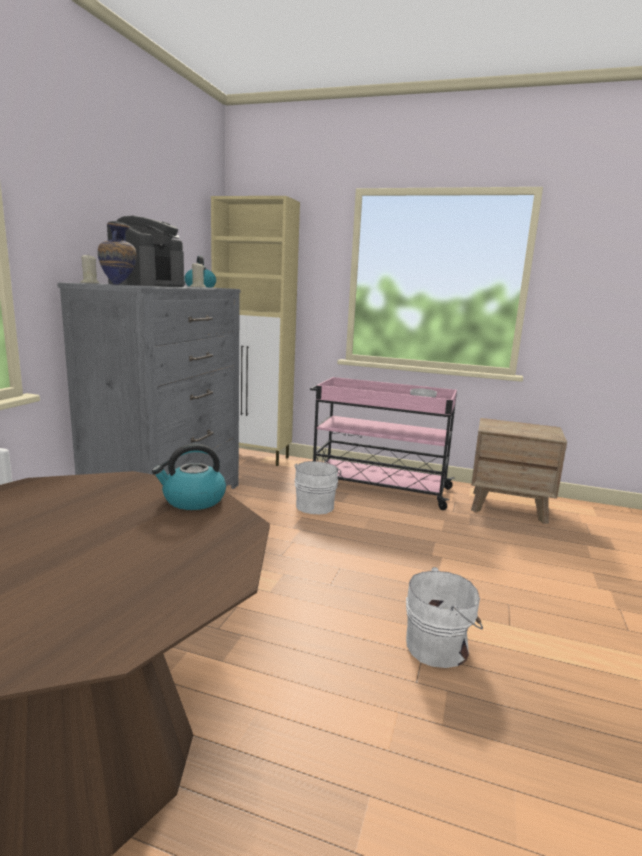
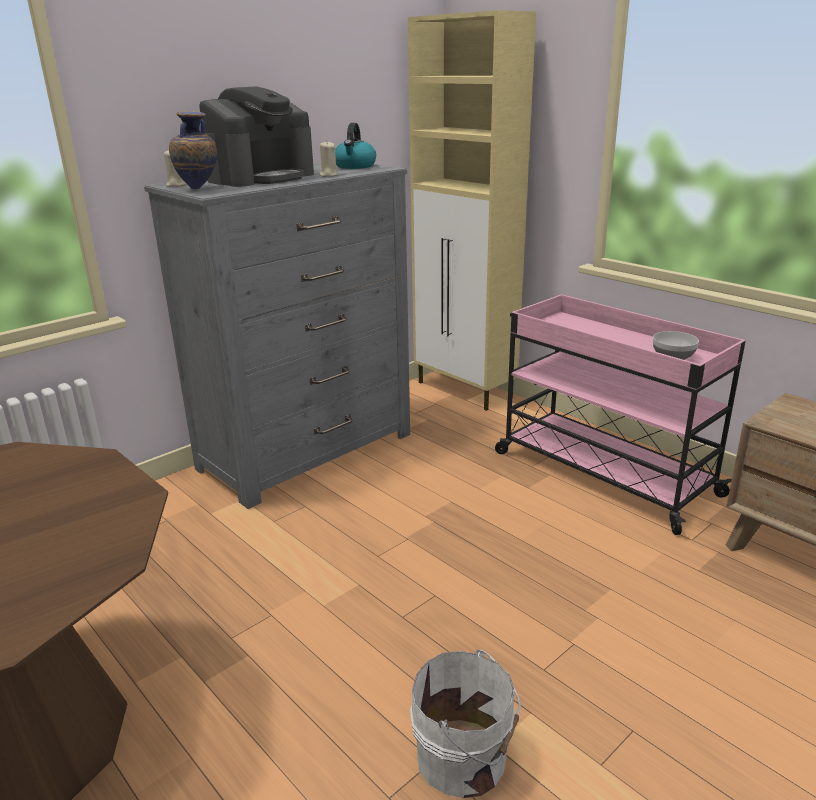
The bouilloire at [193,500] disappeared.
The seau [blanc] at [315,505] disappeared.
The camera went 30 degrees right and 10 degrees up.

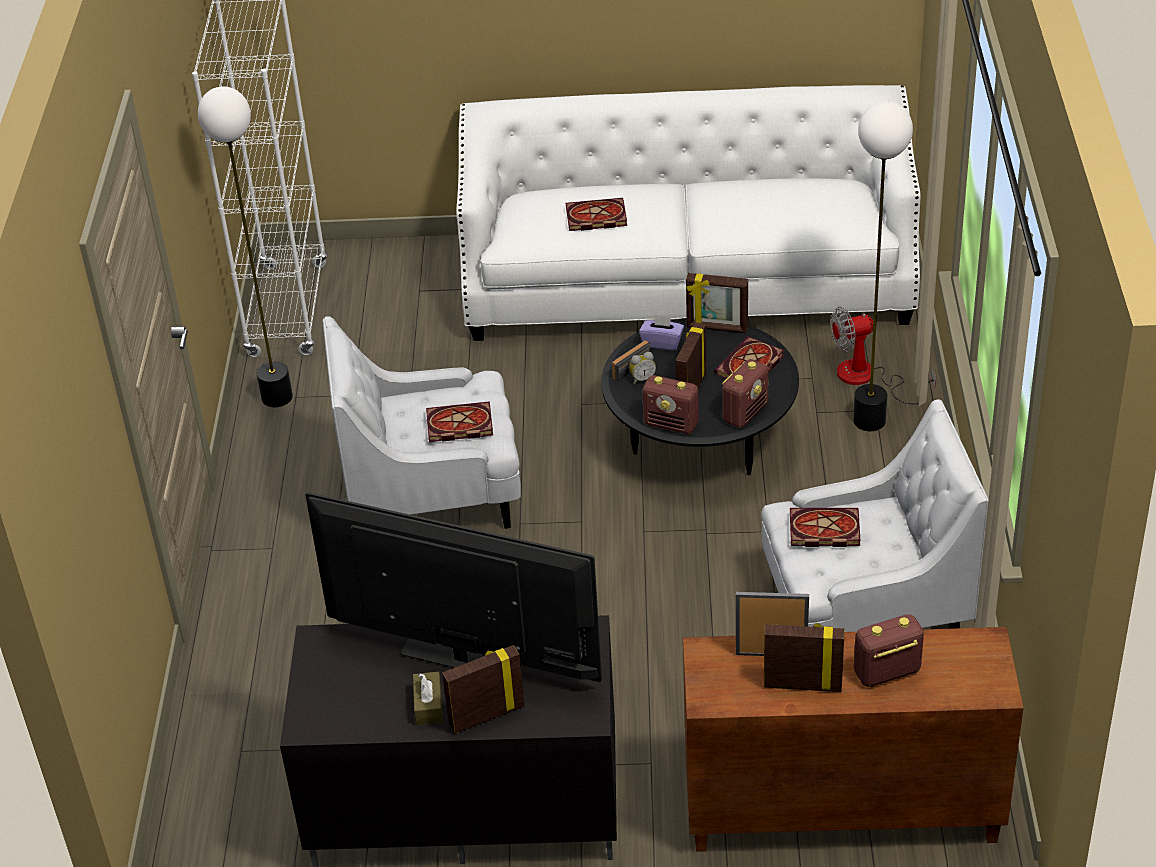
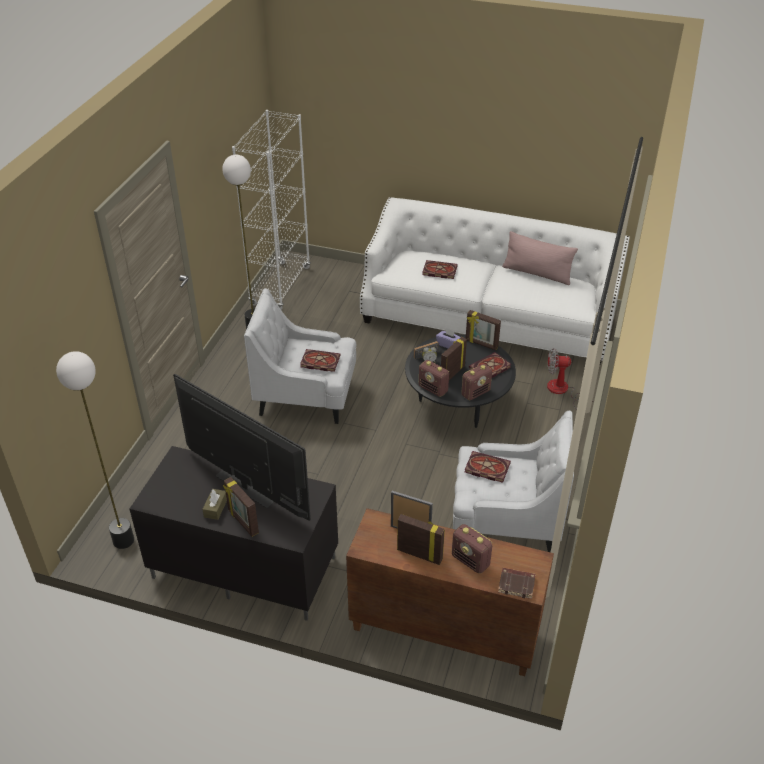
The lampadaire moved from [868,420] to [123,540].
The cadre photo at [486,715] turned 120 degrees counterclockwise.
The radio at [886,673] turned 135 degrees counterclockwise.
The livre [marron] at [517,584] appeared.
The coussin [rose] at [537,273] appeared.
The camera went 15 degrees right and 0 degrees up.

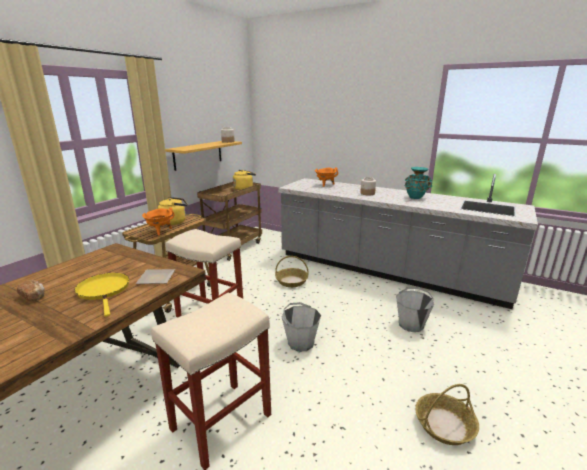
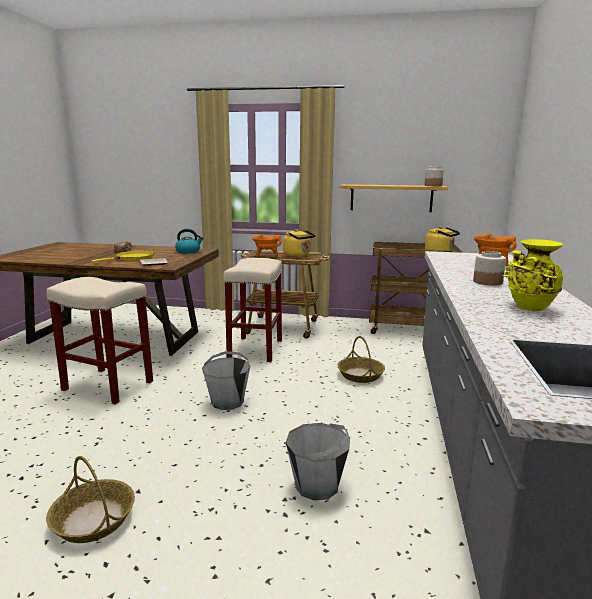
The bouilloire at [188,251] appeared.
The vase [turquoise] at [415,198] became the vase [jaune] at [529,308].
The camera went 70 degrees right and 5 degrees down.

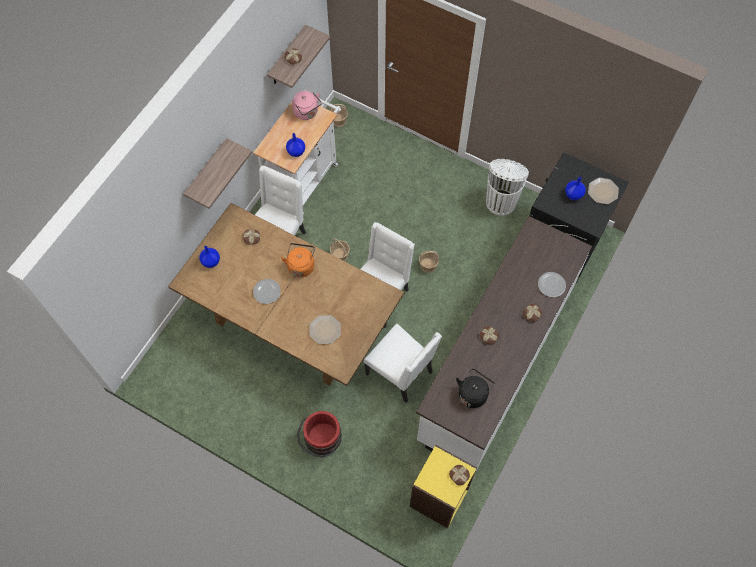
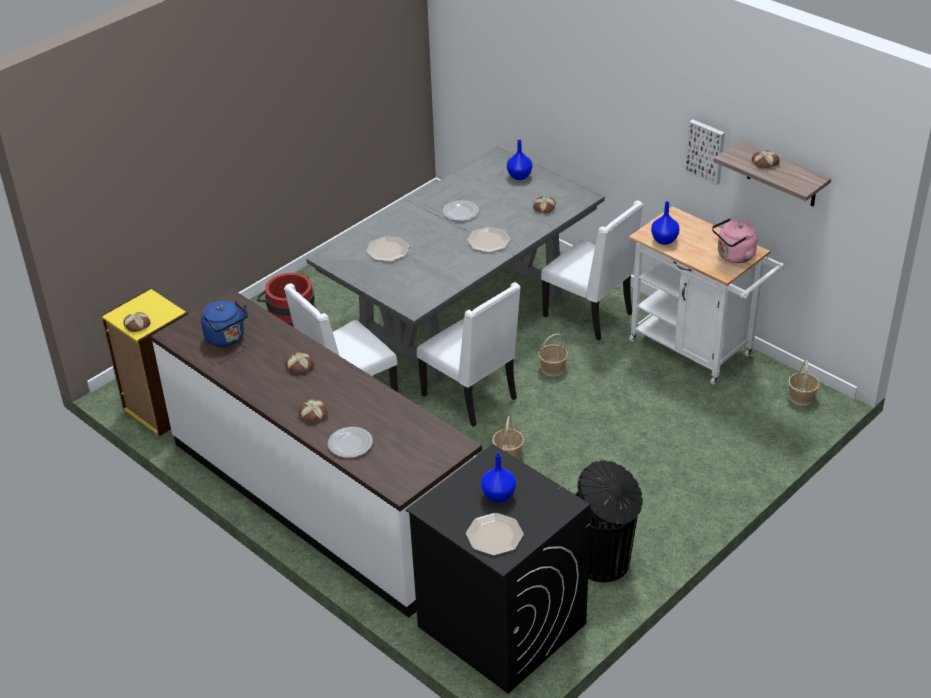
The bouilloire [noir] at [473,393] became the bouilloire [bleu] at [227,338].
The table à manger [marron] at [294,323] became the table à manger [gris] at [461,316].
The bouilloire [orange] at [301,265] was replaced by the assiette at [488,241].
The poubelle [blanc] at [501,201] became the poubelle [noir] at [604,563].
The tableau at [706,151] appeared.
The étagère at [207,172] disappeared.
The camera went 105 degrees right and 25 degrees down.

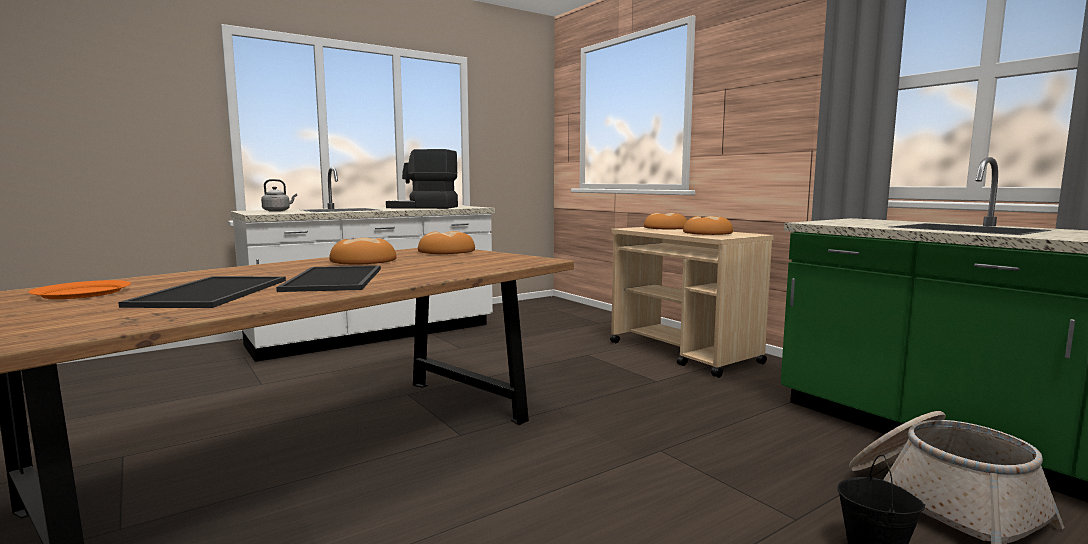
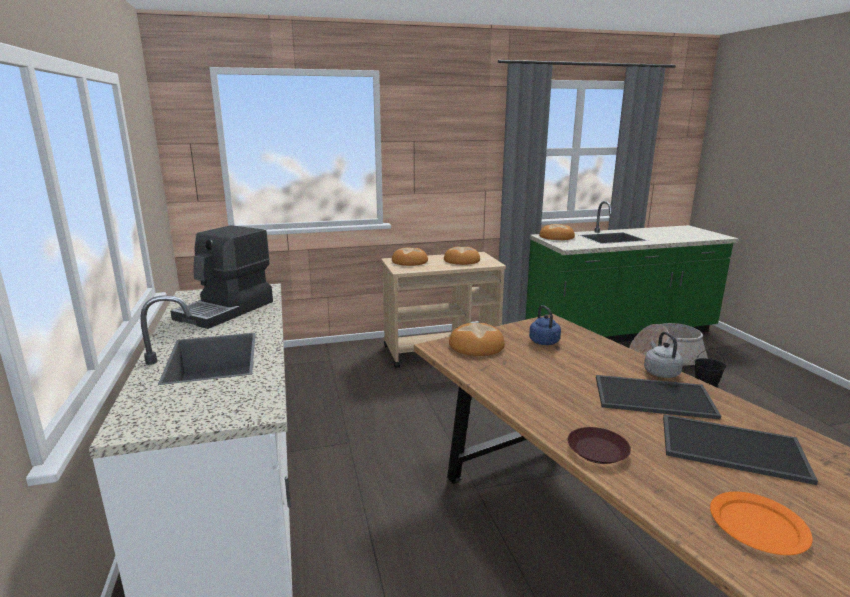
The bouilloire [bleu] at [545,342] appeared.
The pain moved from [364,261] to [557,237].
The assiette [marron] at [597,450] appeared.
The bouilloire [gris] moved from [278,211] to [660,372].
The camera went 70 degrees left and 10 degrees up.

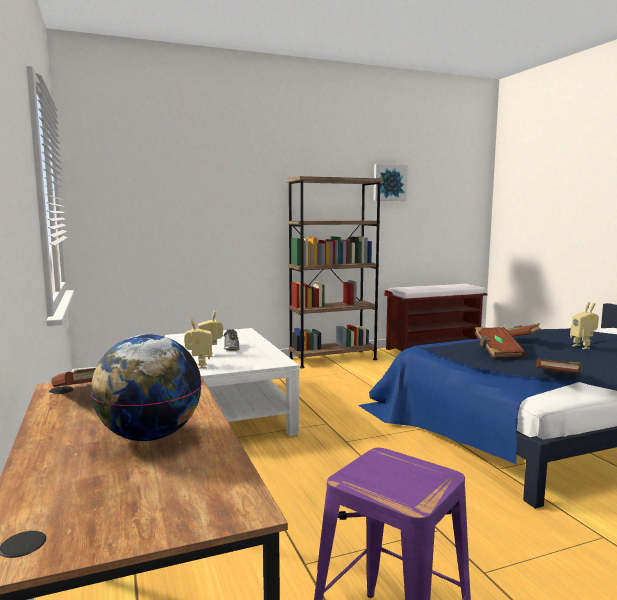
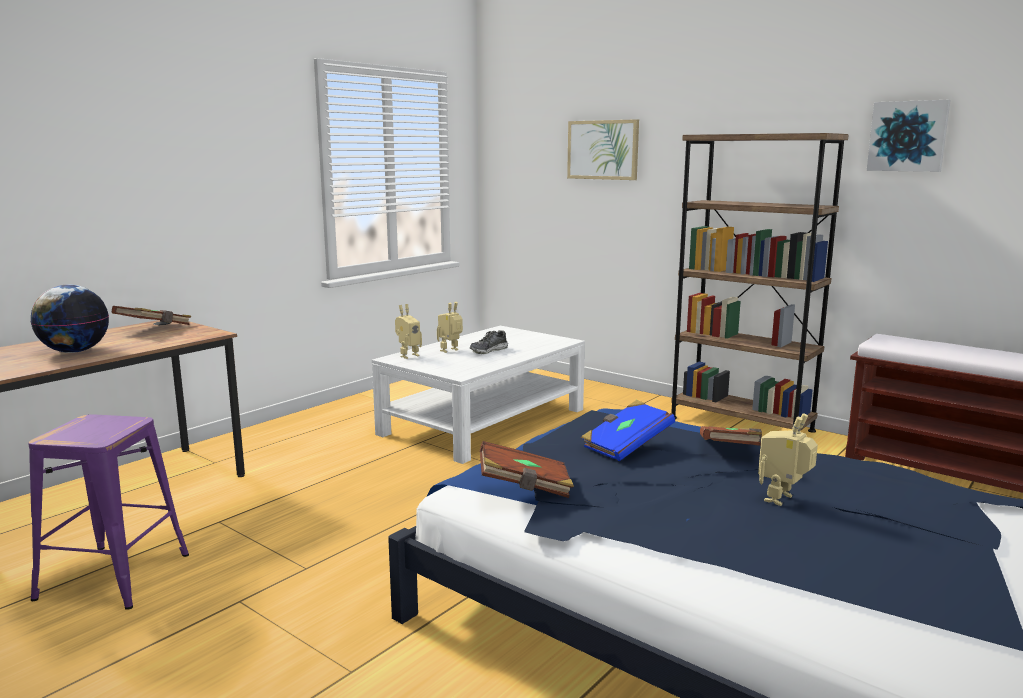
The tableau at [603,150] appeared.
The livre [marron] at [497,352] became the livre [bleu] at [626,446].
The camera went 60 degrees right and 5 degrees up.

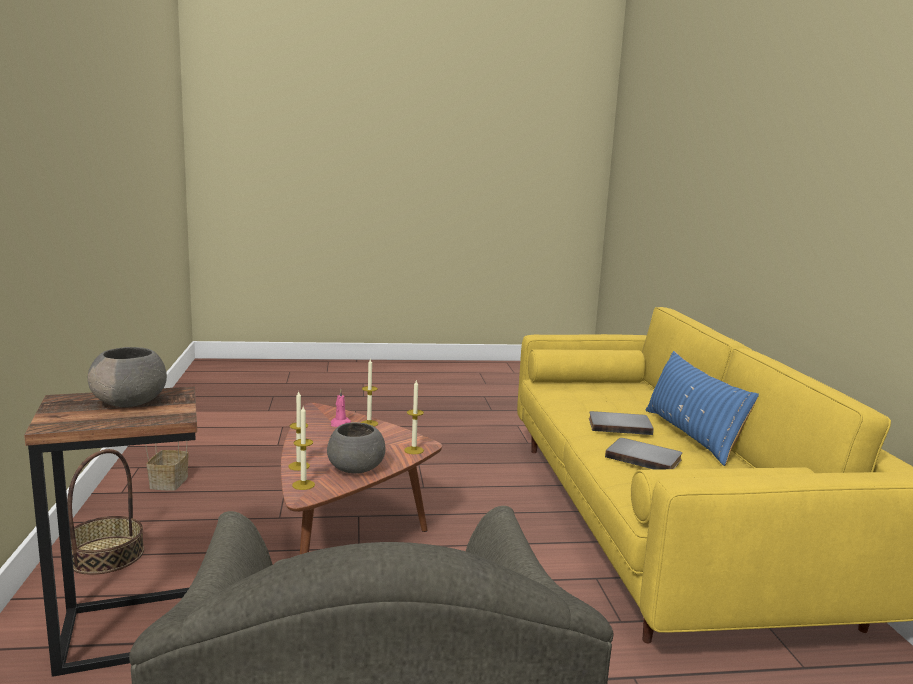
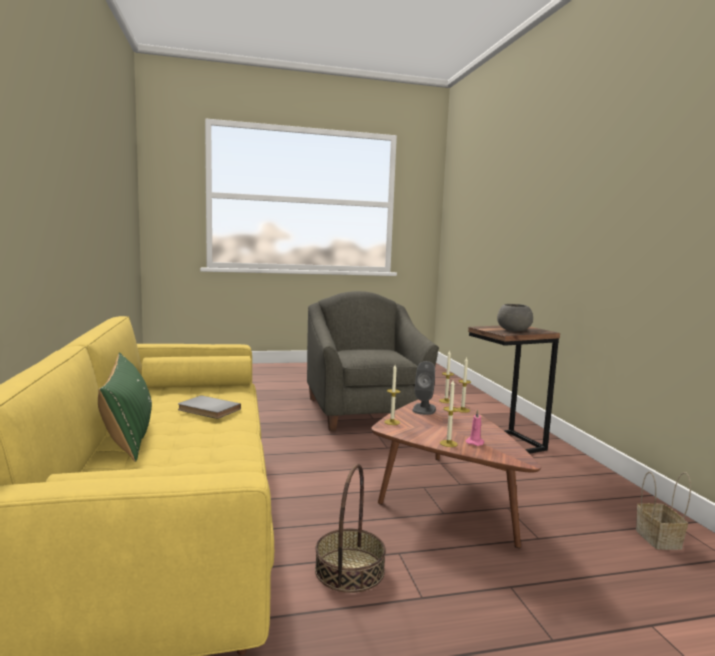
The coussin [bleu] at [691,435] became the coussin [vert] at [129,433].
The panier moved from [105,555] to [350,570].
The bol [gris] at [355,469] was replaced by the enceinte [gris] at [424,409].
The livre [gris] at [619,425] disappeared.
The camera went 175 degrees right and 5 degrees down.

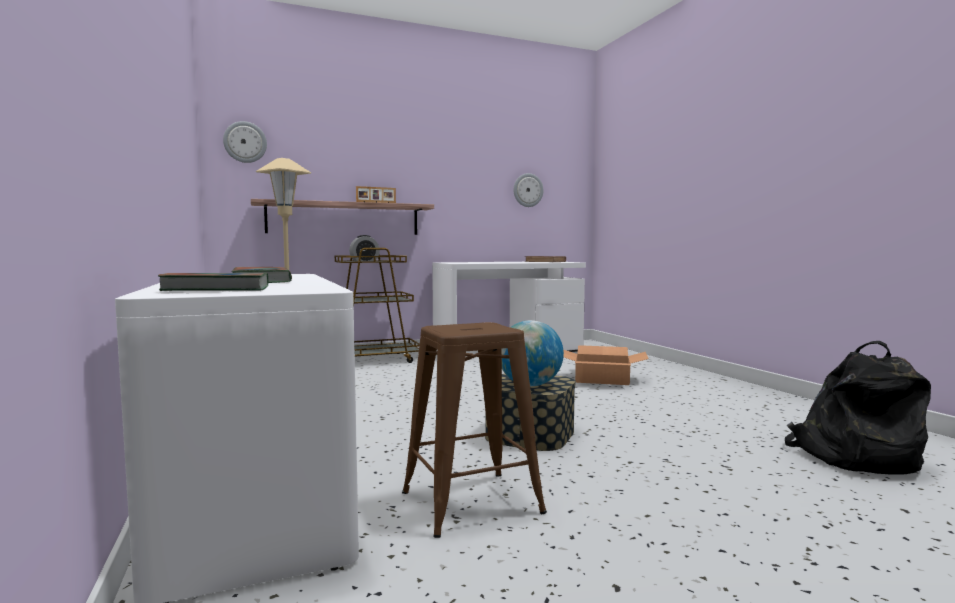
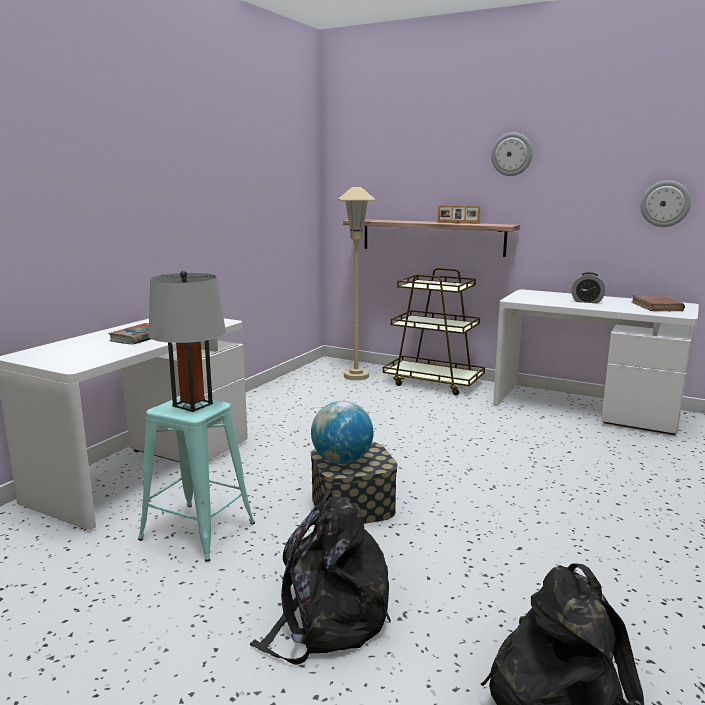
The tabouret [marron] at [471,502] became the tabouret [turquoise] at [197,531].
The lampe de table [gris] at [193,405] appeared.
The sac à dos [noir] at [326,619] appeared.
The horloge murale moved from [245,142] to [512,154].
The réveil moved from [364,261] to [587,301].
The livre at [218,289] disappeared.
The carton at [602,379] disappeared.
The camera went 50 degrees right and 10 degrees up.

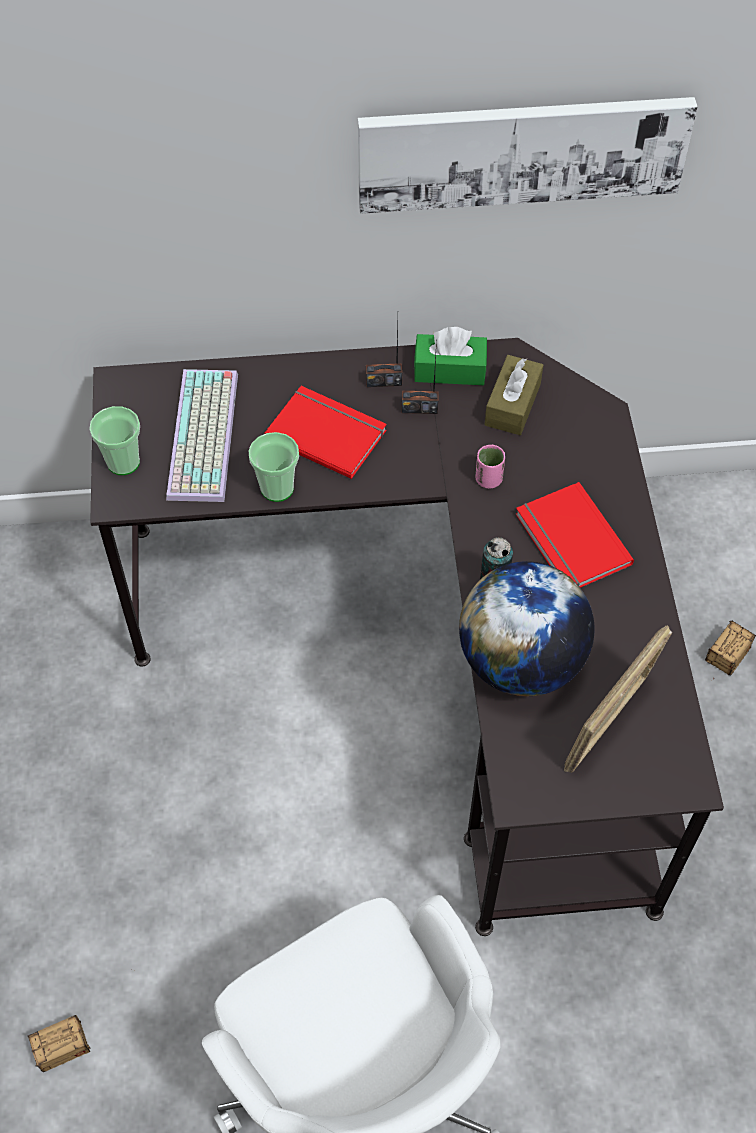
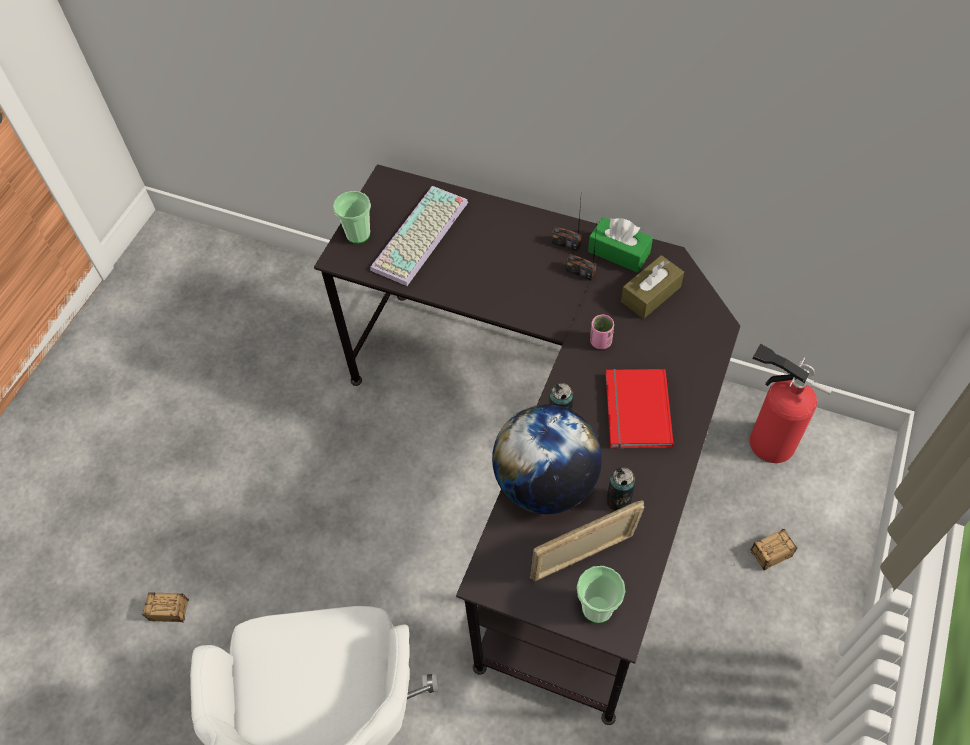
The tasse moved from [277,488] to [597,608].
The boîte métallique at [618,501] appeared.
The extincteur at [767,440] appeared.
The livre [rouge] at [327,432] disappeared.
The tableau at [522,151] disappeared.
The camera went 30 degrees right and 0 degrees up.

